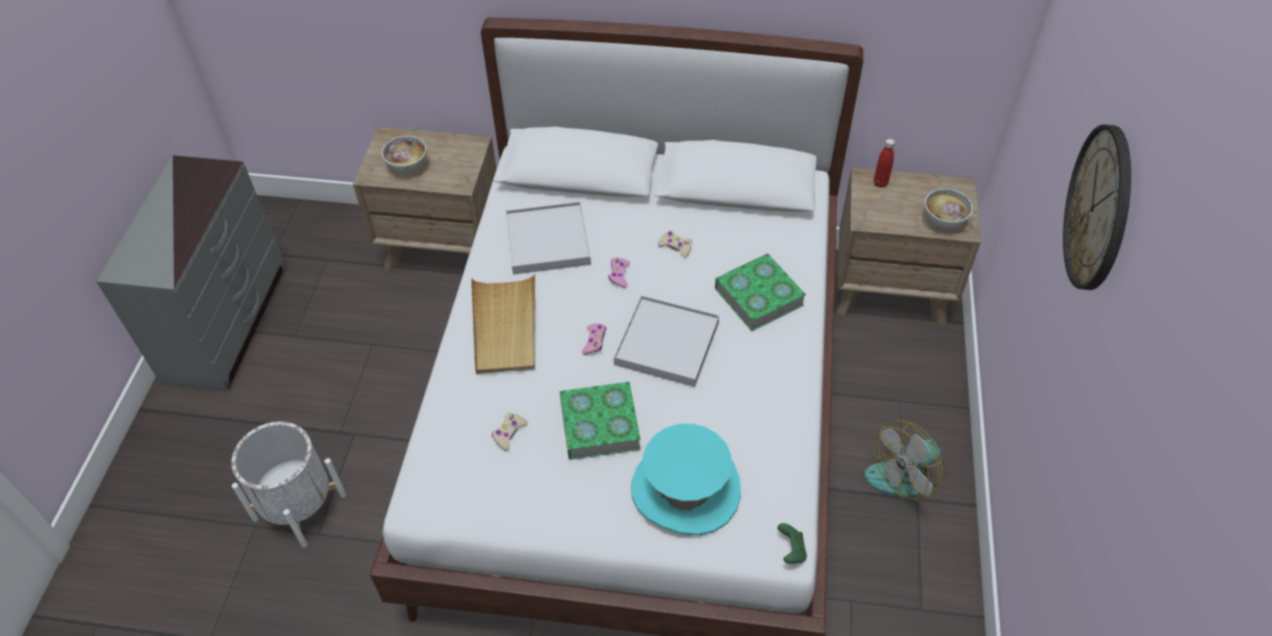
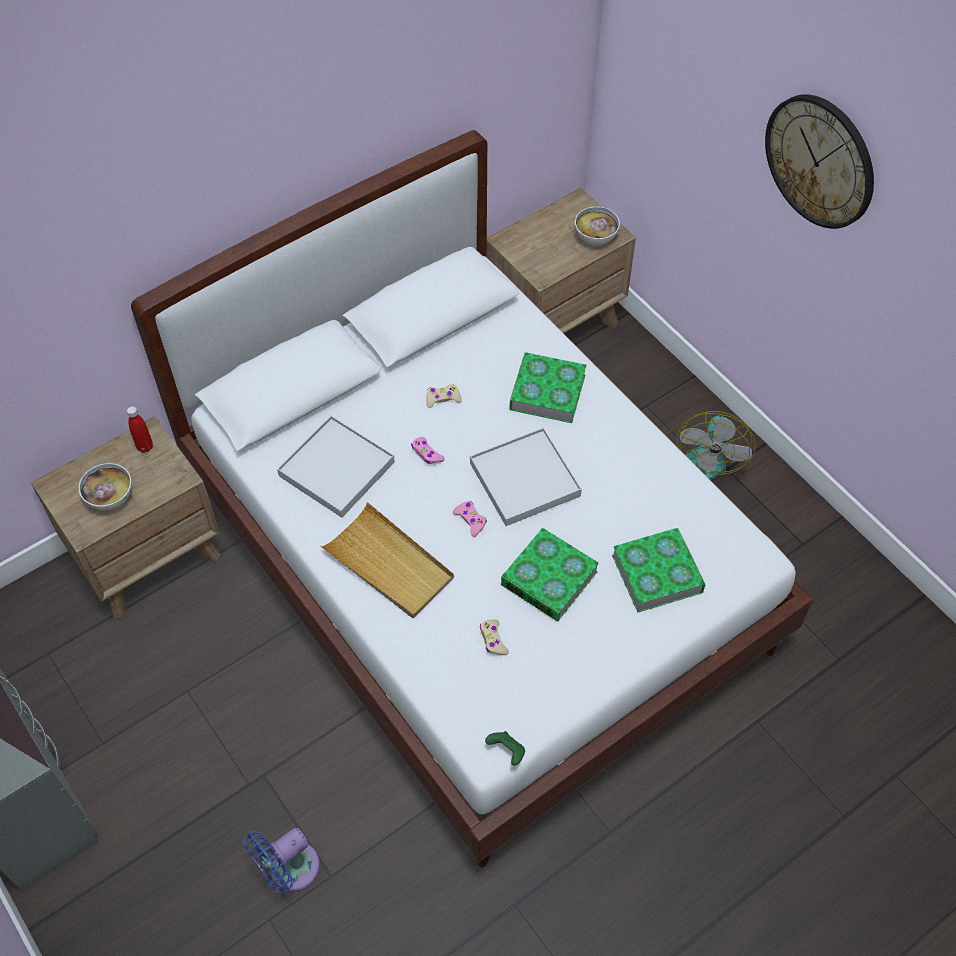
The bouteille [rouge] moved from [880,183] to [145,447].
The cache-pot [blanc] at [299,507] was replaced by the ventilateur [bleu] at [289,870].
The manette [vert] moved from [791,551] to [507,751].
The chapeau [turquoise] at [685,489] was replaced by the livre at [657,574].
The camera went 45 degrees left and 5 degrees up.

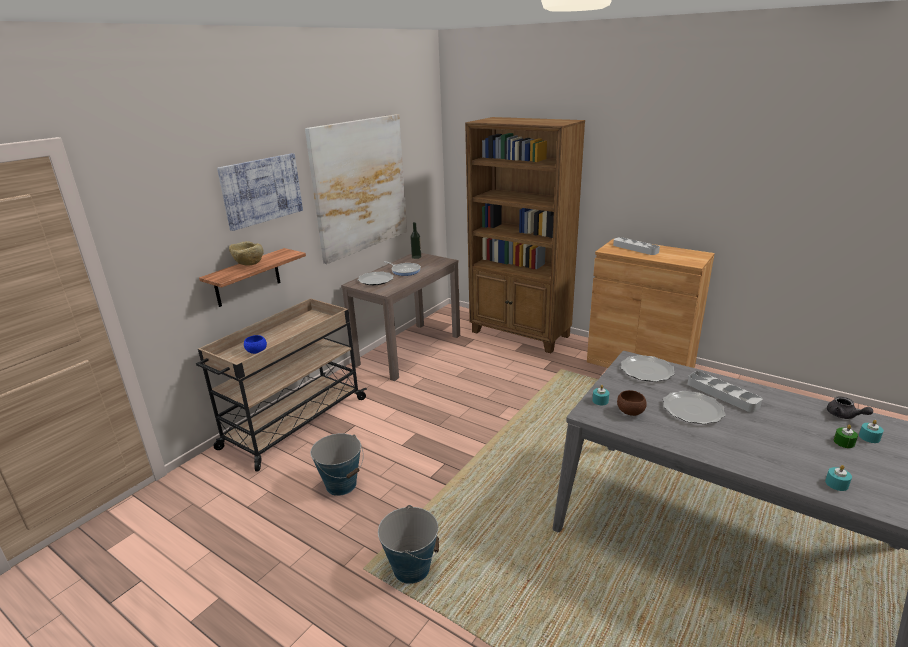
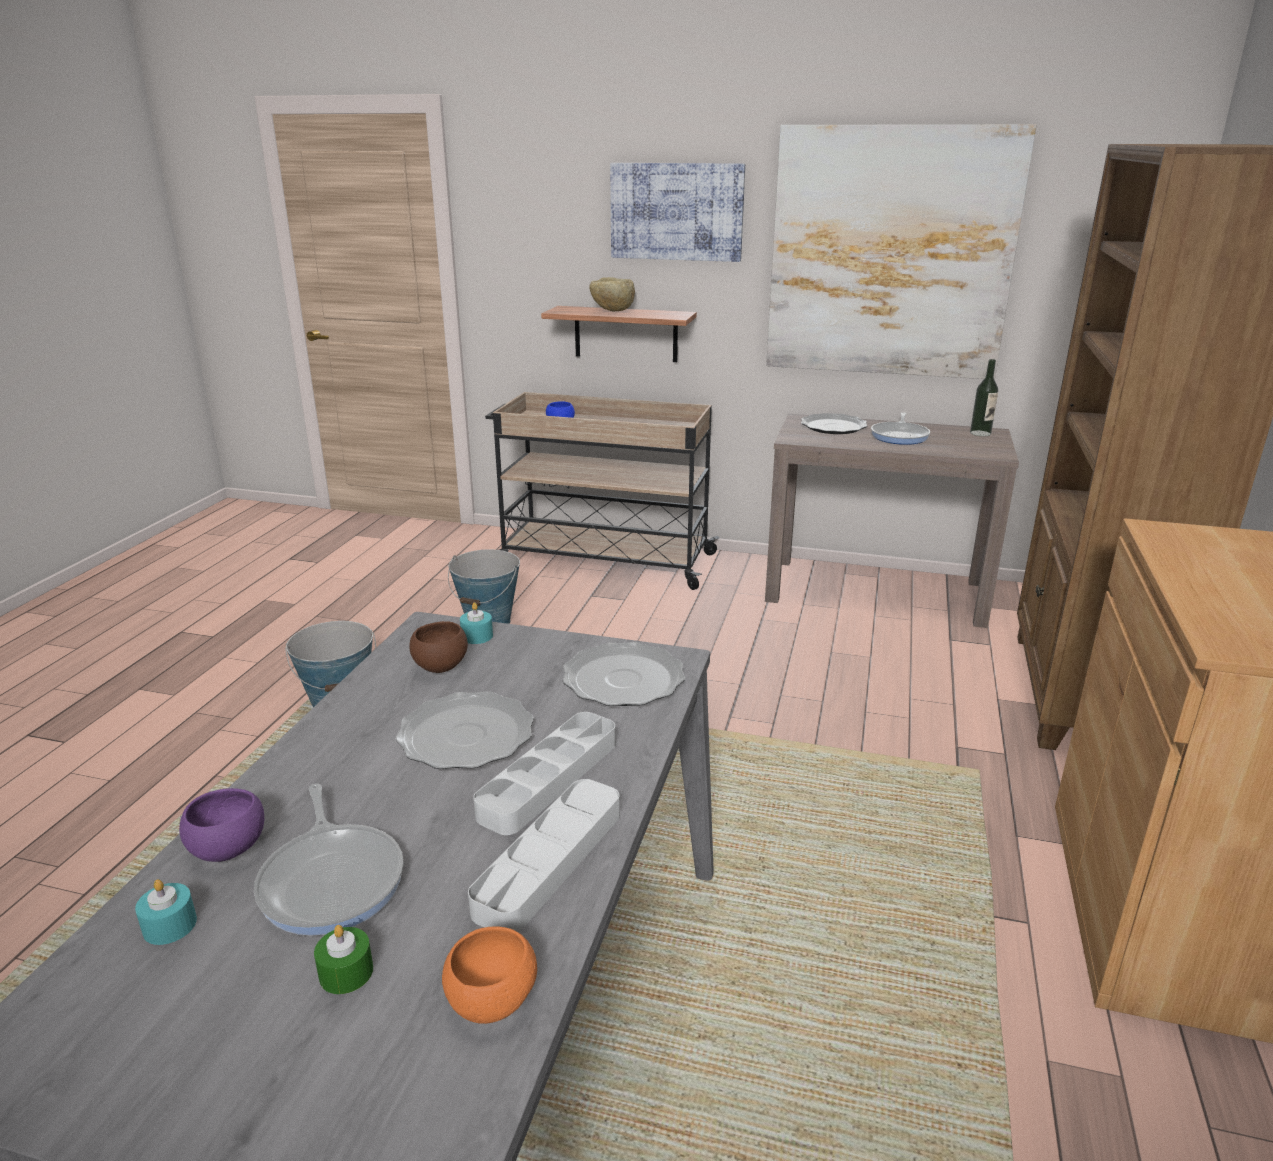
The bol [violet] at [229,849] appeared.
The poêle at [332,880] appeared.
The théière [gris] at [844,416] was replaced by the bol [orange] at [492,1001].
The plateau [gris] moved from [635,248] to [549,861].
The bougie [turquoise] at [869,437] disappeared.
The camera went 70 degrees right and 0 degrees up.

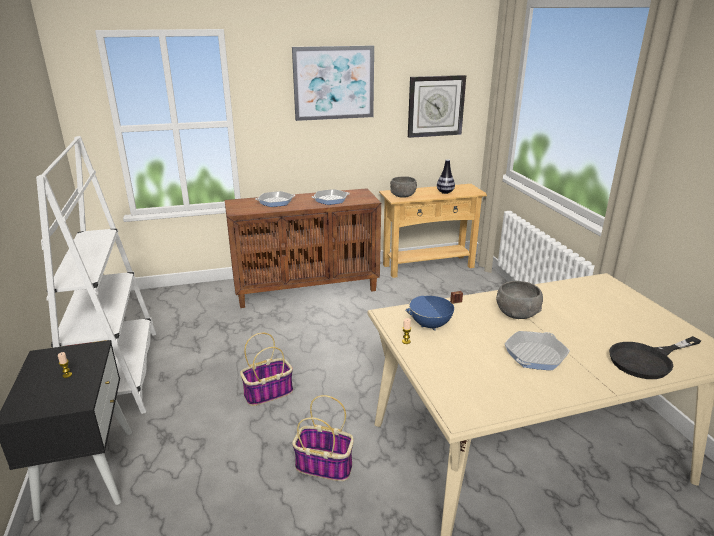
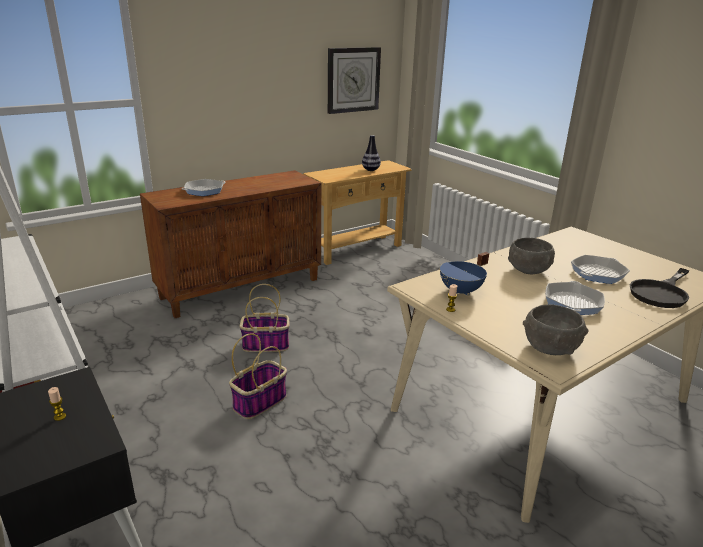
The panier moved from [325,465] to [266,344].
The bol [gris] moved from [403,196] to [550,348].
The poêle moved from [330,200] to [598,273].
The tableau at [334,83] disappeared.
The camera went 20 degrees left and 0 degrees up.

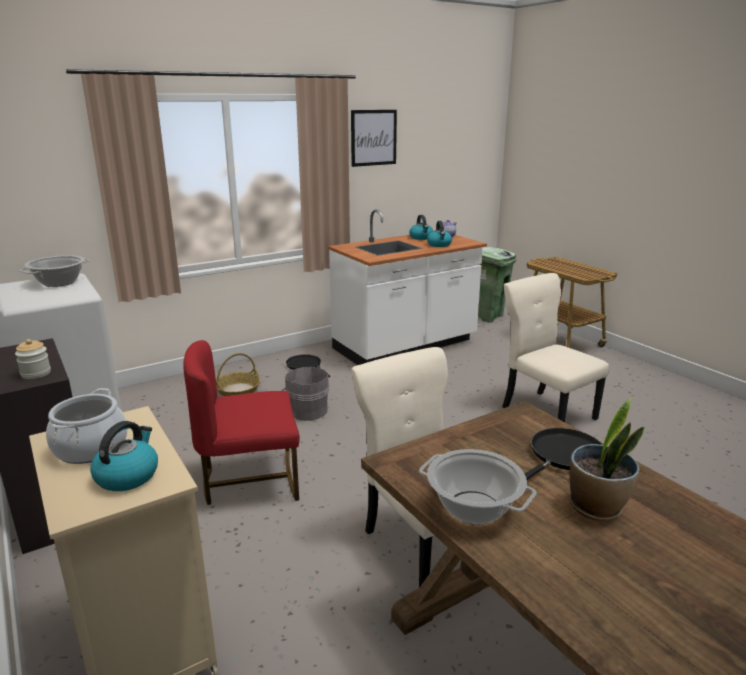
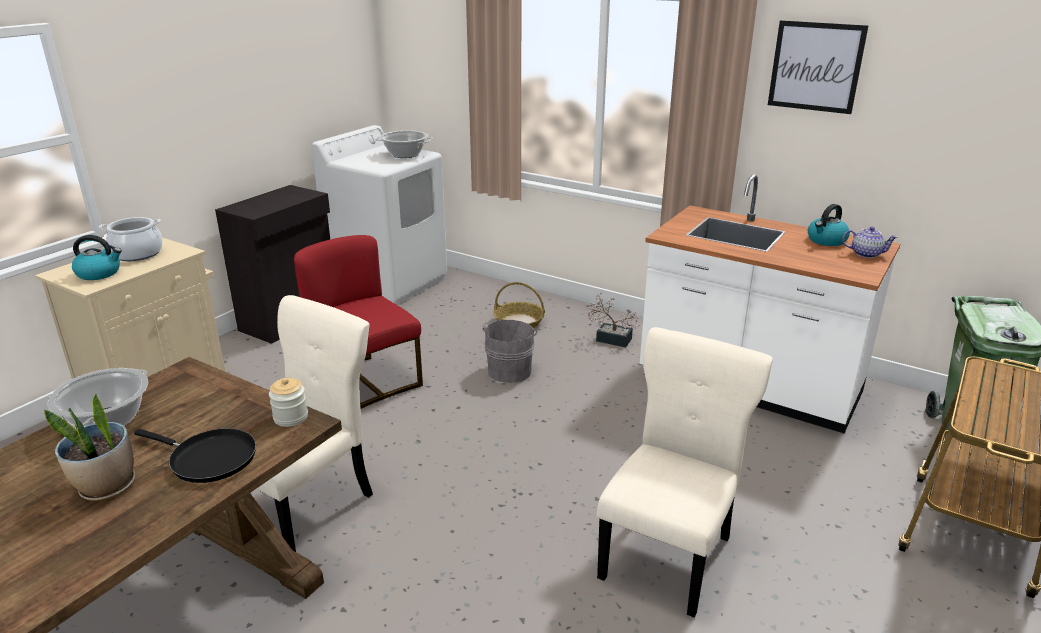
The bocal moved from [36,373] to [290,417].
The poêle [noir] at [305,366] was replaced by the plante en pot at [610,338].
The bouilloire at [439,245] disappeared.
The camera went 65 degrees right and 5 degrees up.

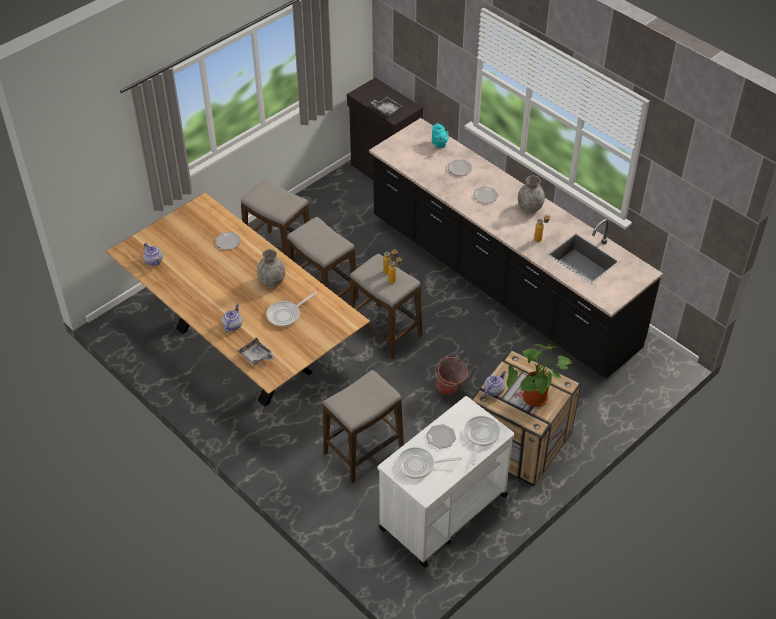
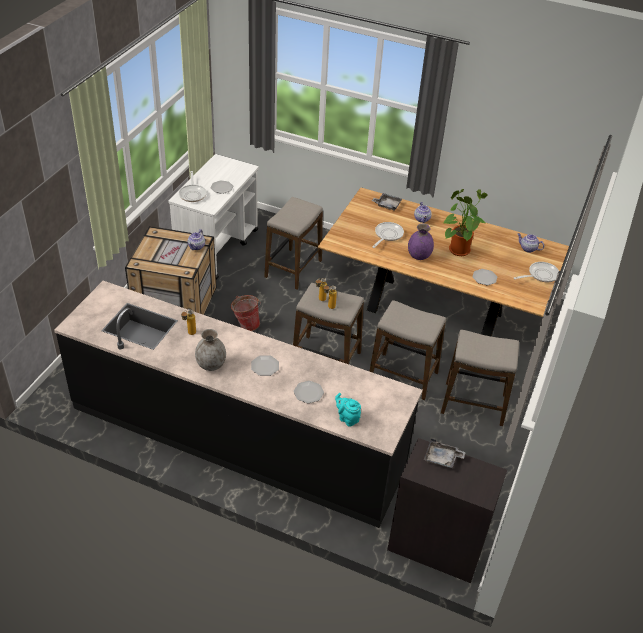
The vase [gris] at [272,281] became the vase [violet] at [418,256].
The plante en pot moved from [535,400] to [458,249].
The poêle moved from [419,465] to [540,275].
The camera went 155 degrees right and 5 degrees down.

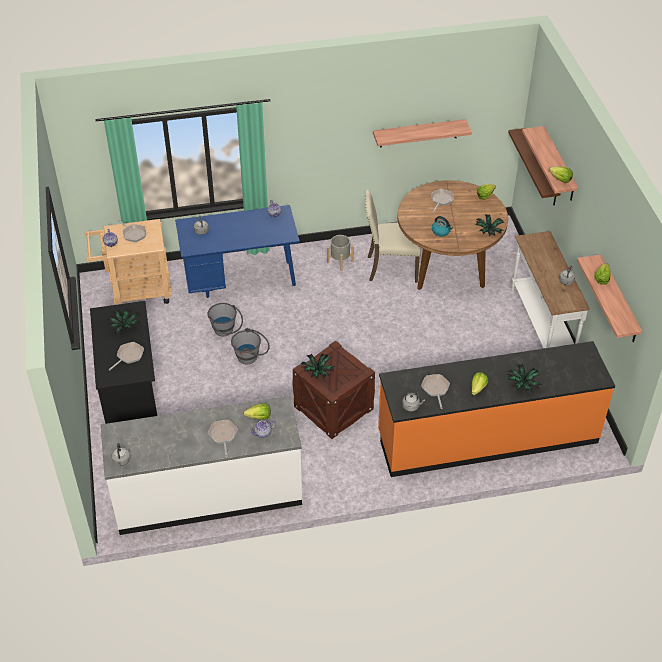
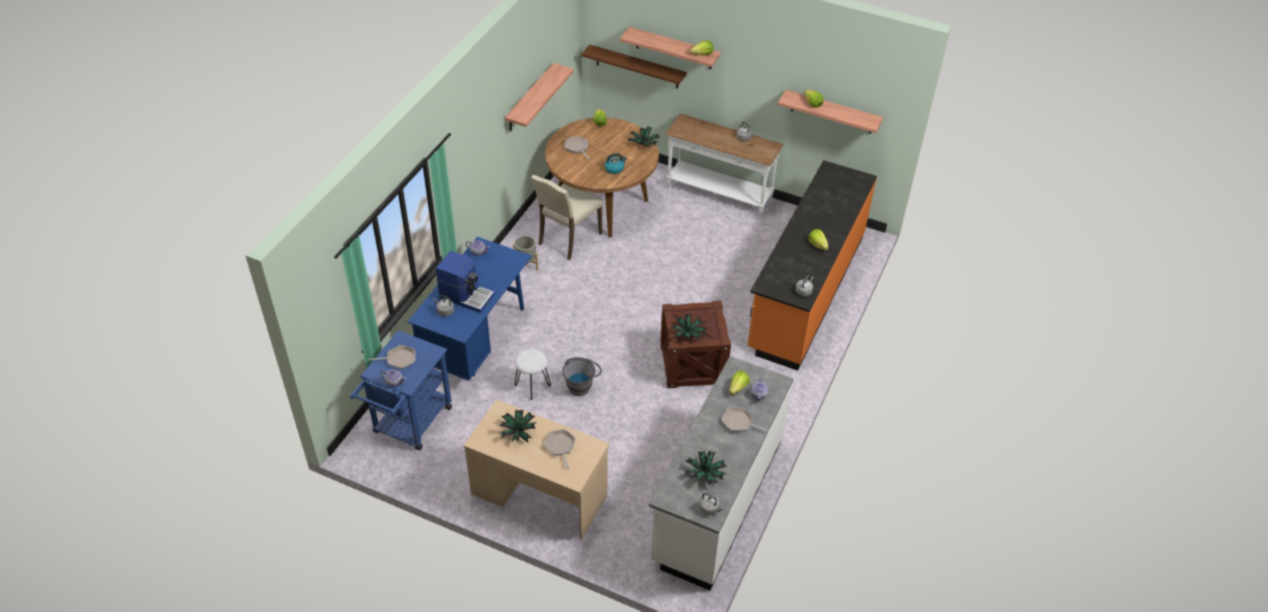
The chariot [beige] at [135,292] became the chariot [bleu] at [409,425].
The machine à café at [466,296] appeared.
The bureau [noir] at [130,391] became the bureau [beige] at [539,495].
The seau [gris] at [226,332] was replaced by the tabouret [blanc] at [532,385].
The plante en pot moved from [522,385] to [704,475].
The poêle at [435,389] disappeared.
The camera went 55 degrees left and 0 degrees up.

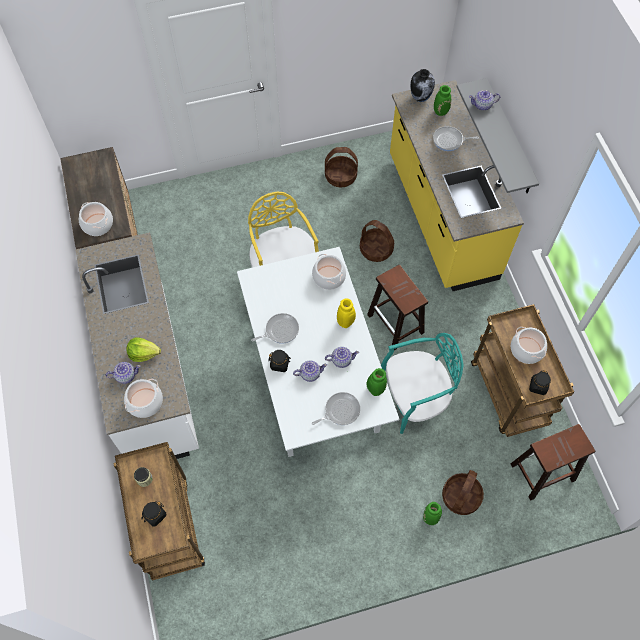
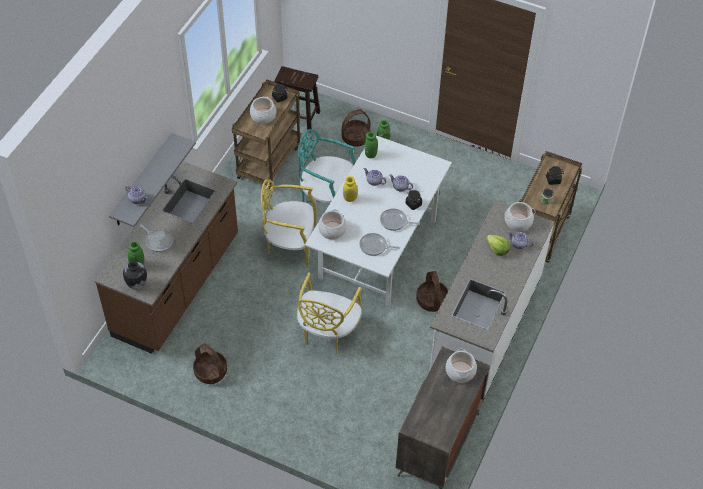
The comptoir de cuisine [jaune] at [440,217] became the comptoir de cuisine [marron] at [178,286].
The tabouret [marron] at [396,324] was replaced by the chaise [jaune] at [290,243].
The poêle moved from [340,411] to [374,246].
The panier moved from [376,249] to [431,300].
The camera went 140 degrees left and 10 degrees down.

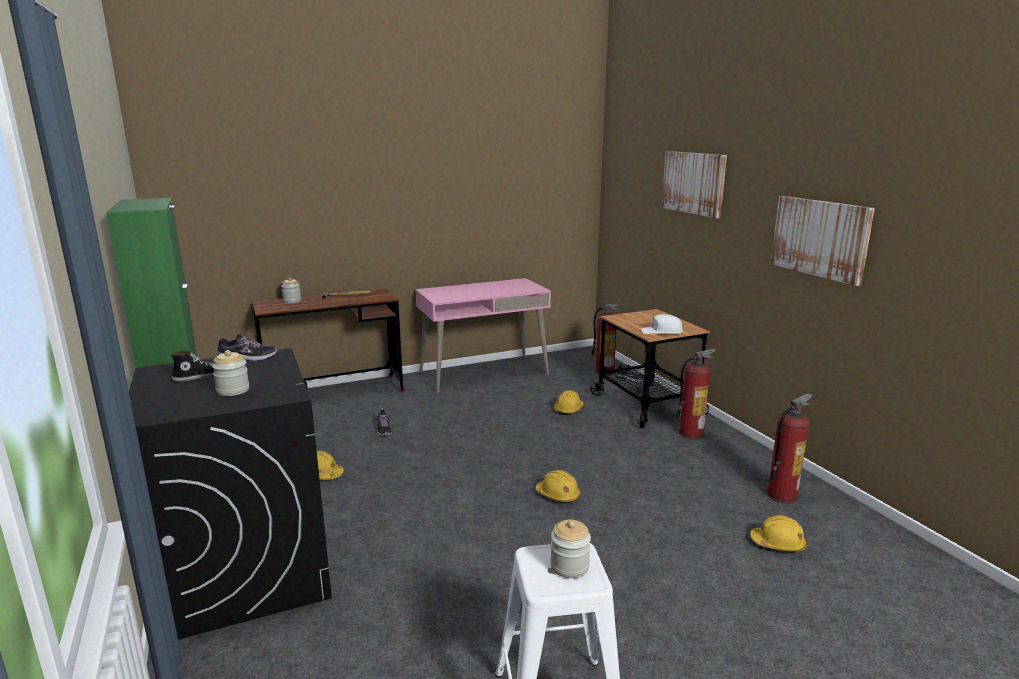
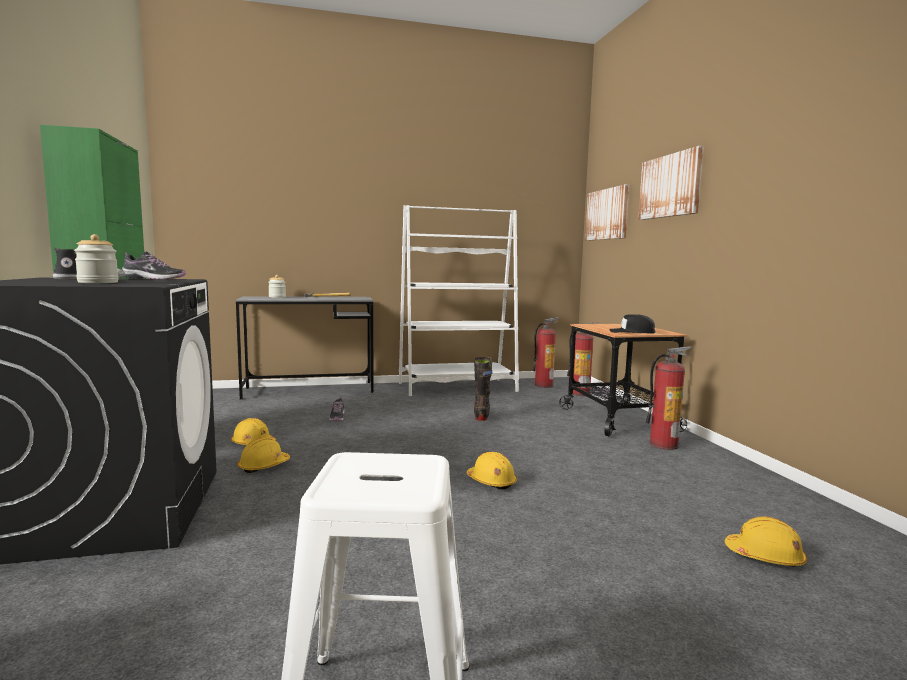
The bureau [marron] at [334,394] became the bureau [gris] at [309,391].
The casque de chantier [jaune] moved from [568,409] to [263,466].
The bureau [rose] at [483,373] was replaced by the bibliothèque [blanc] at [457,387].
The botte [noir] at [481,416] appeared.
The extincteur moved from [781,495] to [544,385].
The tableau moved from [820,238] to [607,214].
The casquette [blanc] at [661,331] became the casquette [noir] at [631,332].
The bocal at [569,566] disappeared.
The camera went 10 degrees right and 10 degrees down.

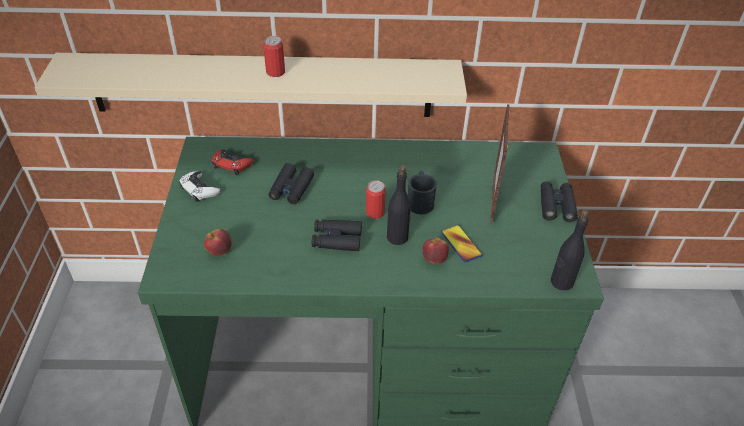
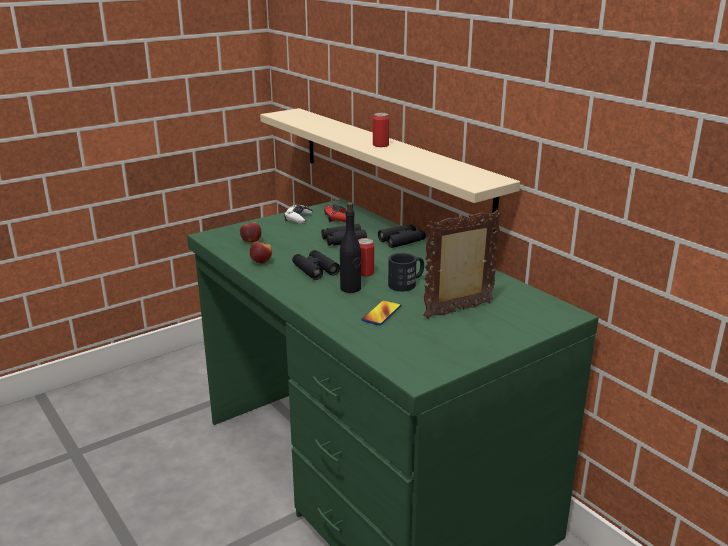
The pomme moved from [434,259] to [261,262].
The jumelles [noir] moved from [556,205] to [402,241].
The bouteille [noir] at [561,282] disappeared.
The camera went 55 degrees right and 20 degrees down.

